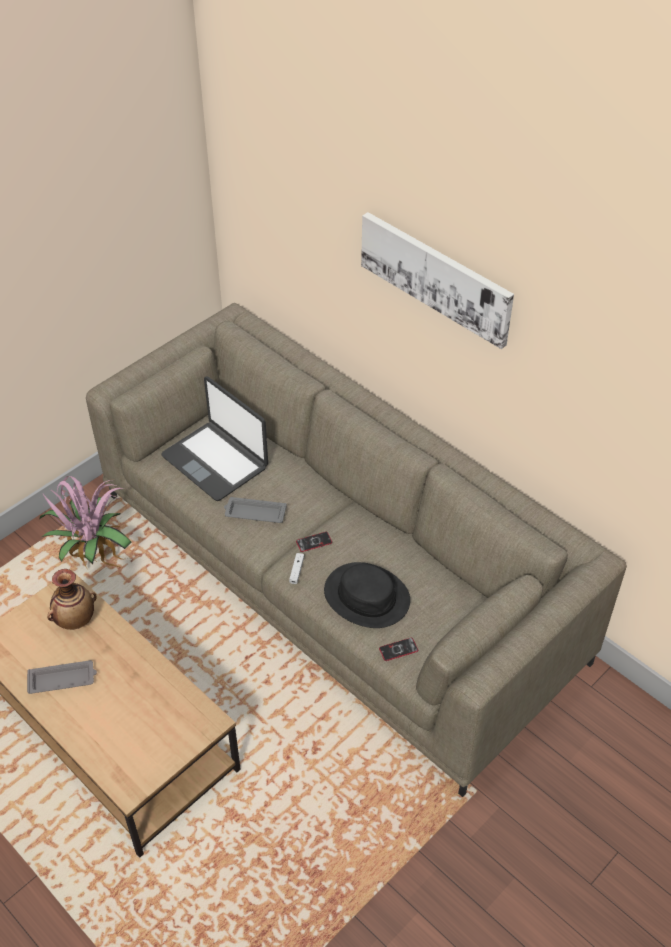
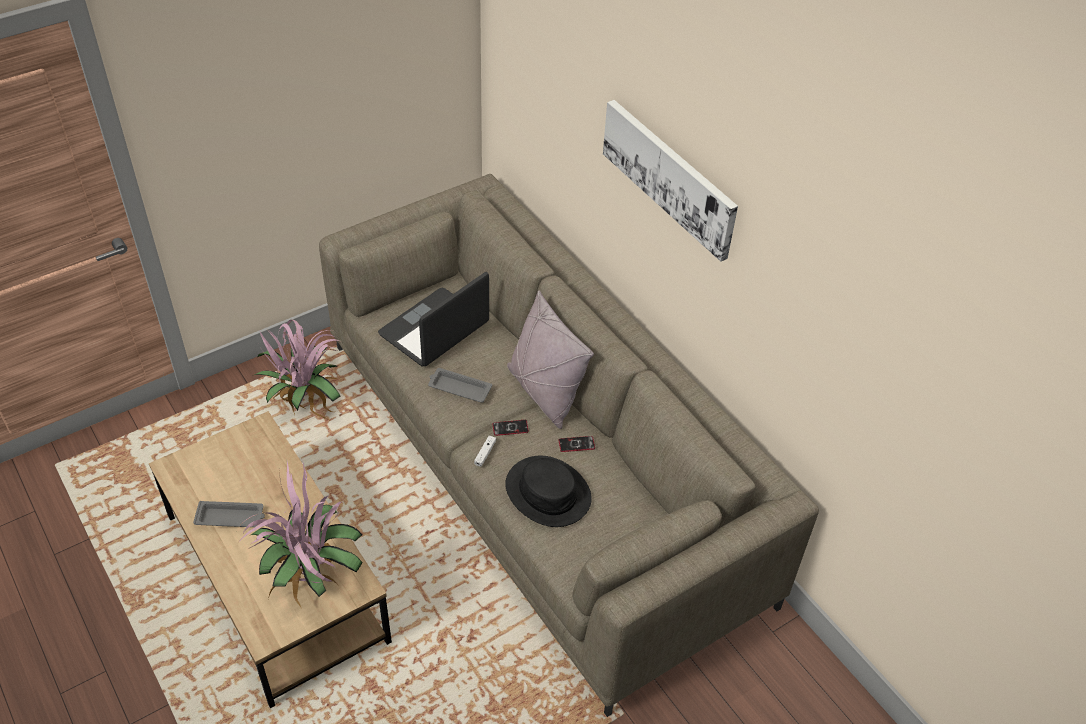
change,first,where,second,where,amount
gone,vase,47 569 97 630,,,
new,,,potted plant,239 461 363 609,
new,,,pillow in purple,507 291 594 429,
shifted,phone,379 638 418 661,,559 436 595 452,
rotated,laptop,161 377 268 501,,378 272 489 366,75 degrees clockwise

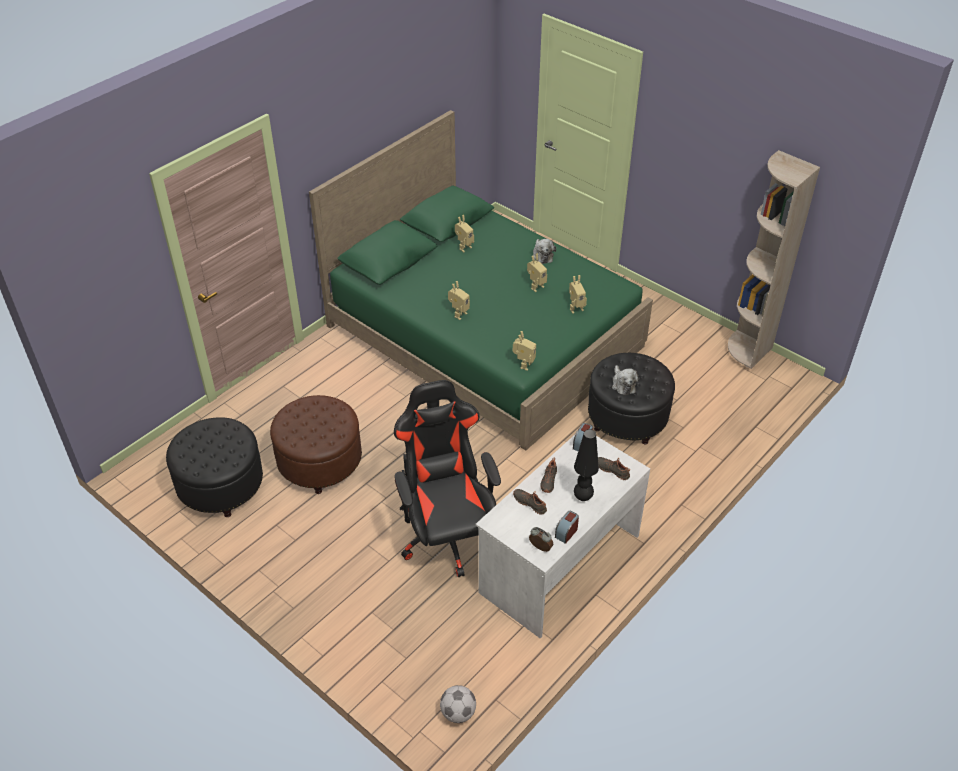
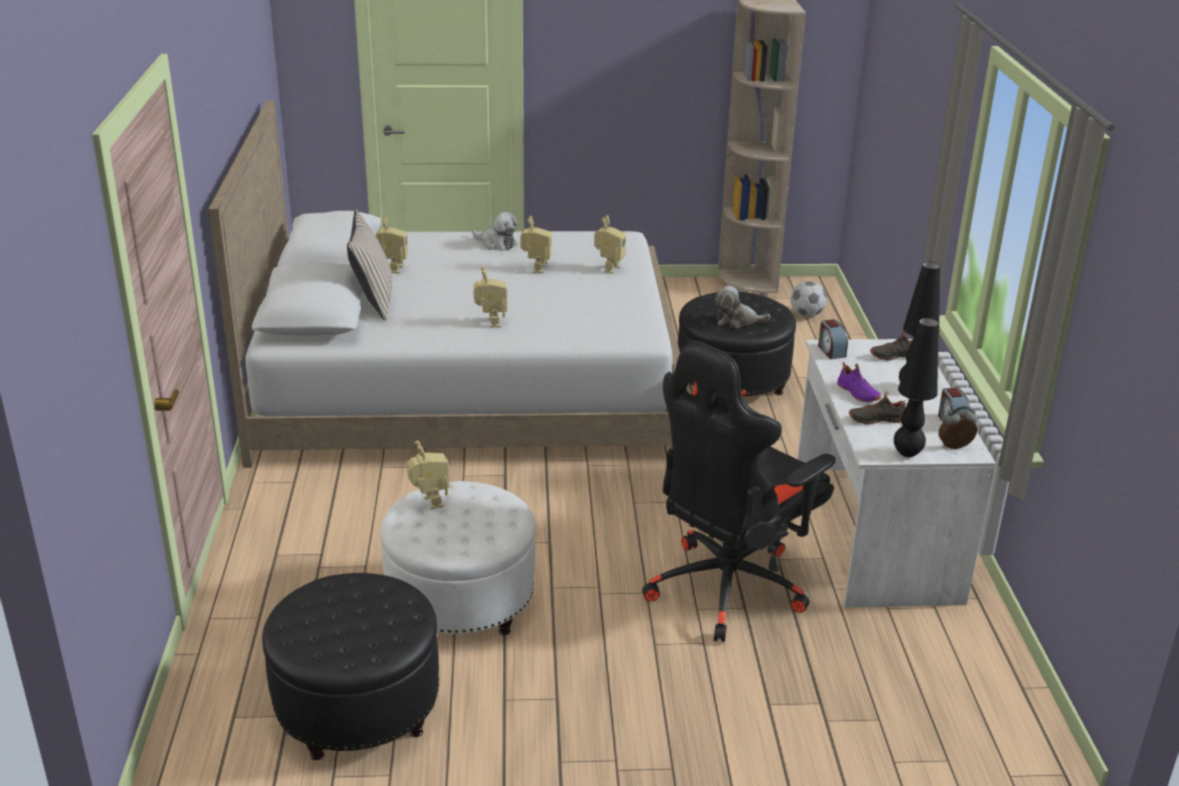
change,first,where,second,where,amount
new,,,pillow in beige,347 210 392 321,
new,,,table lamp in black,894 318 939 457,
shifted,football,440 685 476 723,,790 281 827 317,
shifted,toy robot,513 331 536 371,,407 440 450 510,
repainted,ottoman in brown,270 395 362 494,ottoman in white,380 481 535 635,
repainted,bed in green,309 110 653 450,bed in white,208 101 680 468,
repainted,shoe in black,541 457 557 493,shoe in purple,837 363 881 402,
rotated,office chair in black,394 380 501 577,,642 341 836 642,75 degrees counterclockwise
rotated,plush toy,612 365 639 395,,715 286 771 328,150 degrees clockwise

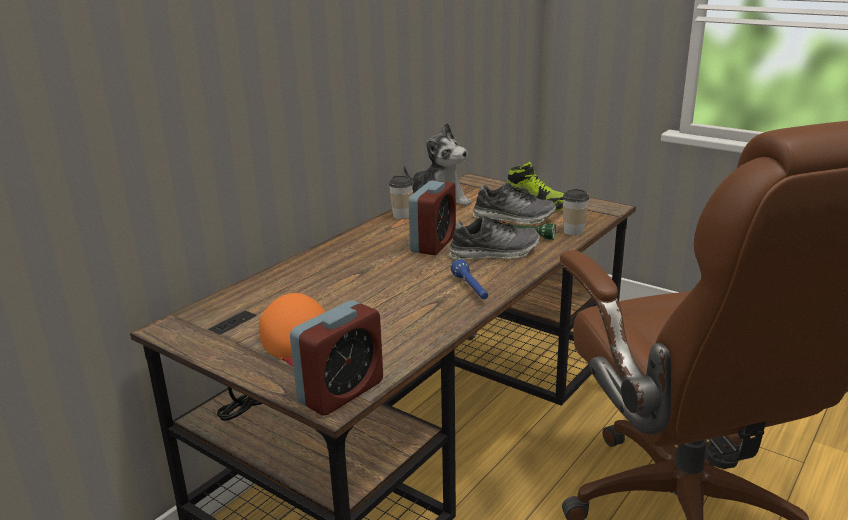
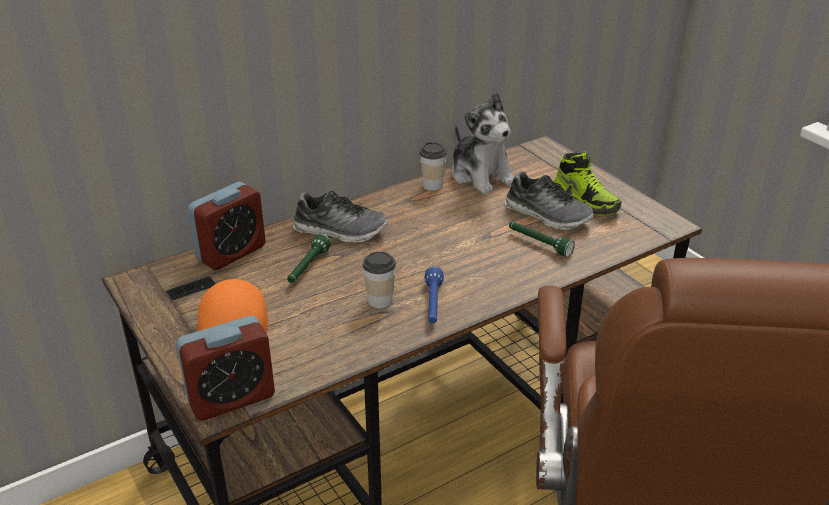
change,first,where,second,where,amount
new,,,flashlight in green,287 234 331 283,
shifted,alarm clock,409 180 456 255,,188 182 266 270,
shifted,shoe,449 216 540 260,,293 191 388 243,
shifted,cup,562 189 589 235,,363 251 396 308,

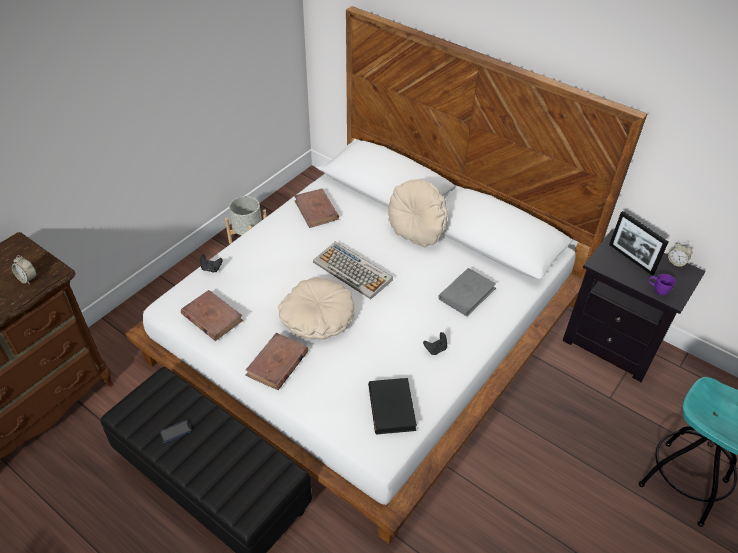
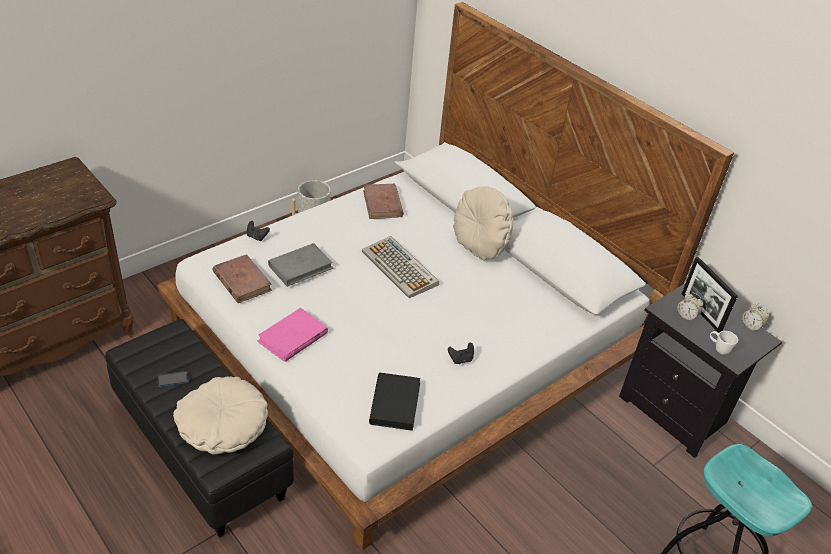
change,first,where,second,where,amount
shifted,alarm clock,12 255 37 284,,678 293 703 322,
shifted,pillow in beige,278 277 354 340,,173 377 268 455,
shifted,book in grey,438 268 496 316,,268 243 333 287,
repainted,book in brown,245 333 308 390,book in pink,257 308 328 362,
repainted,mug in purple,648 274 675 295,mug in white,710 331 738 355,

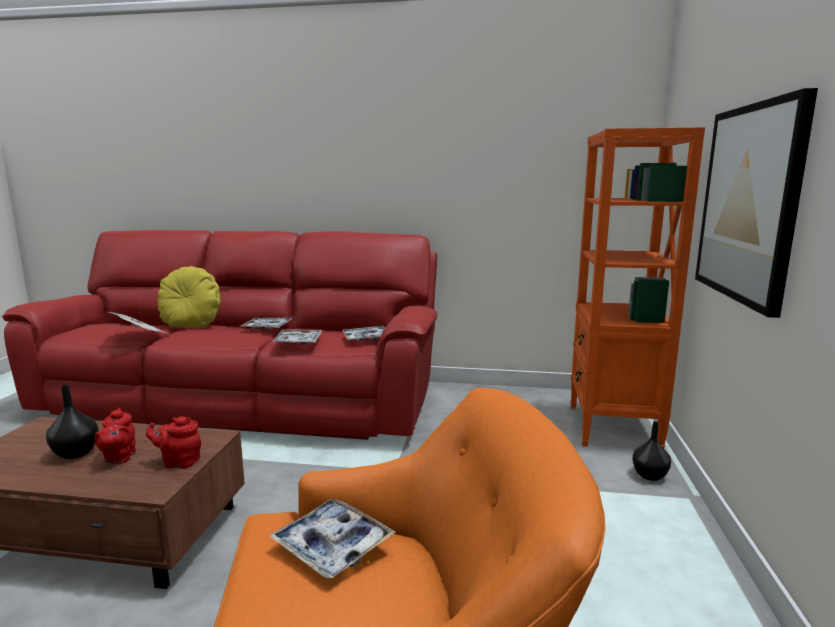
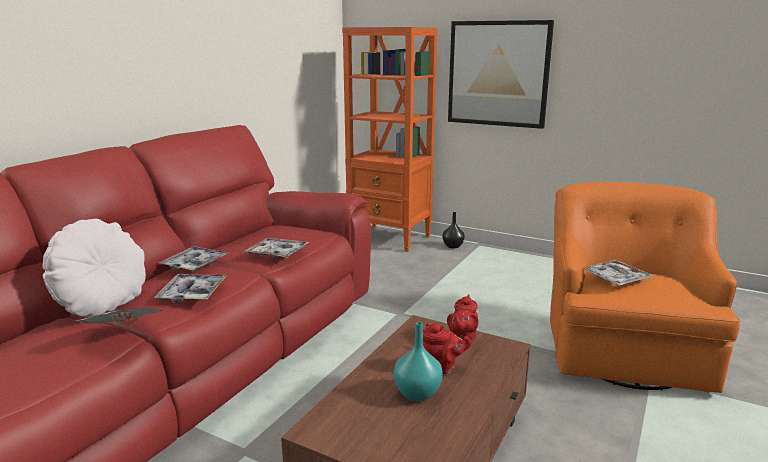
change,first,where,second,where,amount
shifted,tray,343 326 385 341,,154 274 227 302,
repainted,vase in black,46 385 99 459,vase in turquoise,394 322 443 401,
repainted,pillow in yellow,158 266 221 328,pillow in white,43 219 146 317,

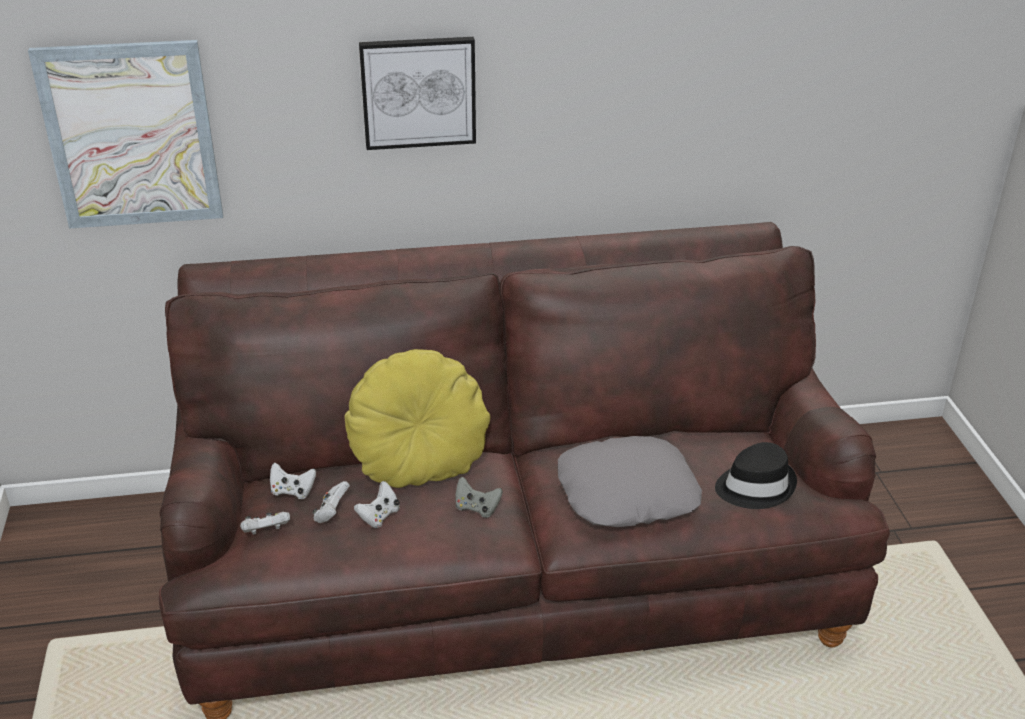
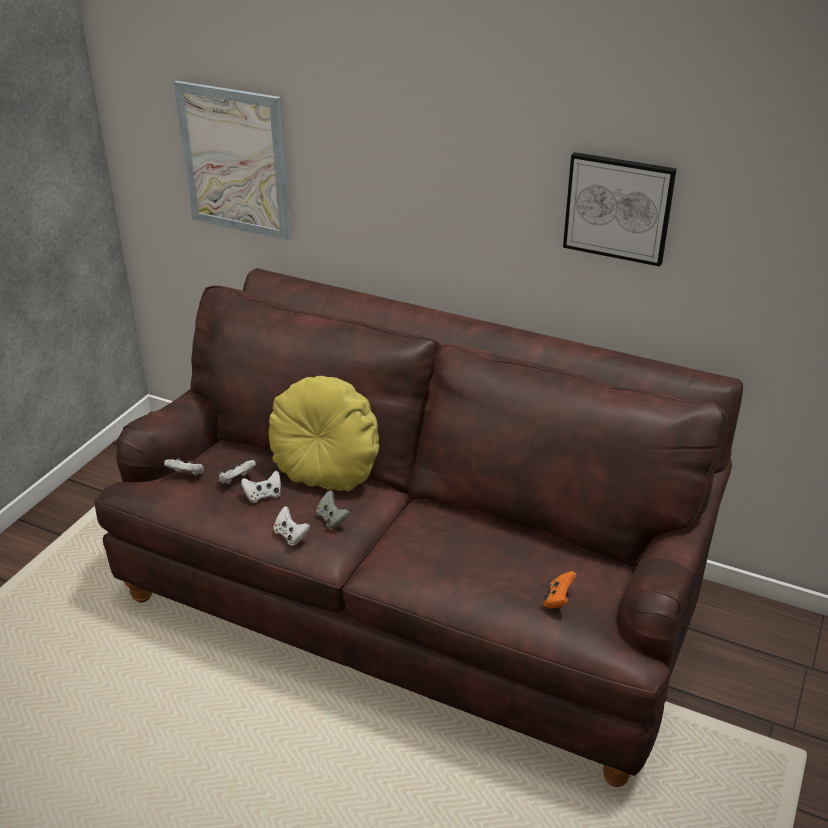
change,first,where,second,where,amount
gone,pillow in grey,558 436 702 527,,,
shifted,game controller in white,270 463 316 499,,273 506 310 546,
shifted,picture,359 37 476 150,,563 152 676 267,
swapped,hat in black,715 442 797 509,game controller in orange,544 571 577 609,

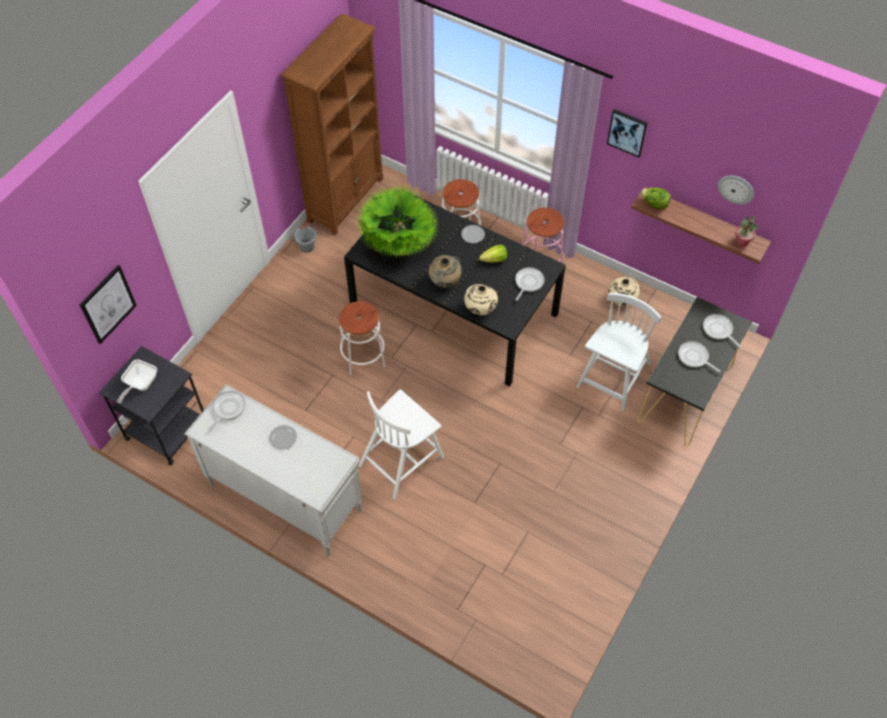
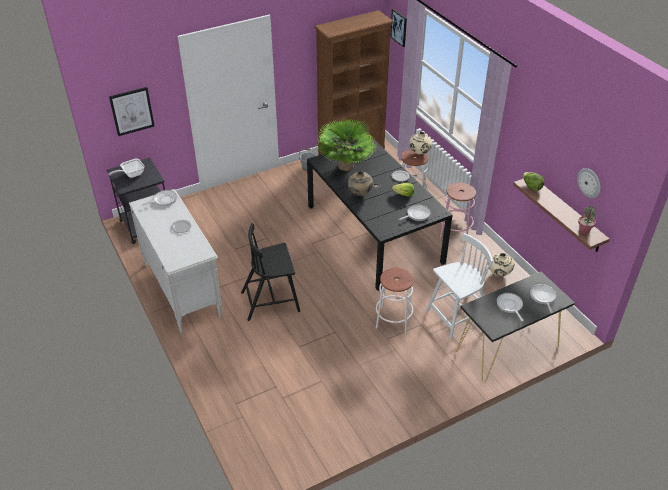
change,first,where,second,where,amount
shifted,stool in white,339 301 386 376,,376 268 414 334,
shifted,vase in beige,464 284 498 315,,409 131 432 155,
shifted,picture,607 109 648 158,,390 9 407 47,
repainted,chair in white,359 390 444 499,chair in black,241 223 300 321,

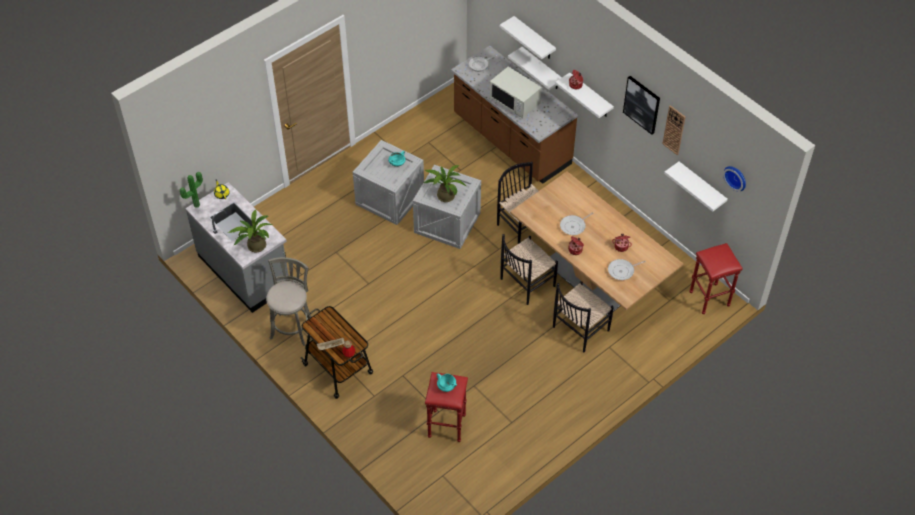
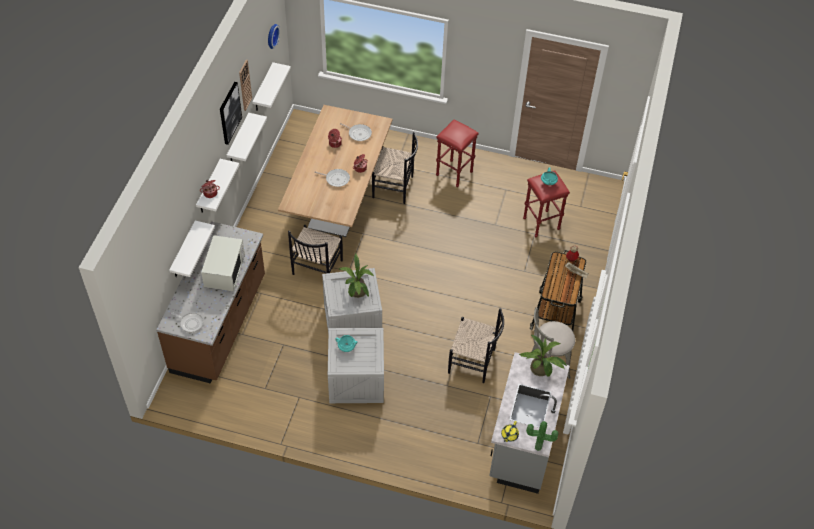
change,first,where,second,where,amount
shifted,shelf in white,500 16 556 59,,227 113 267 161,
shifted,chair in black,501 234 558 305,,448 308 504 383,
shifted,stool in red,690 243 742 314,,436 120 479 187,

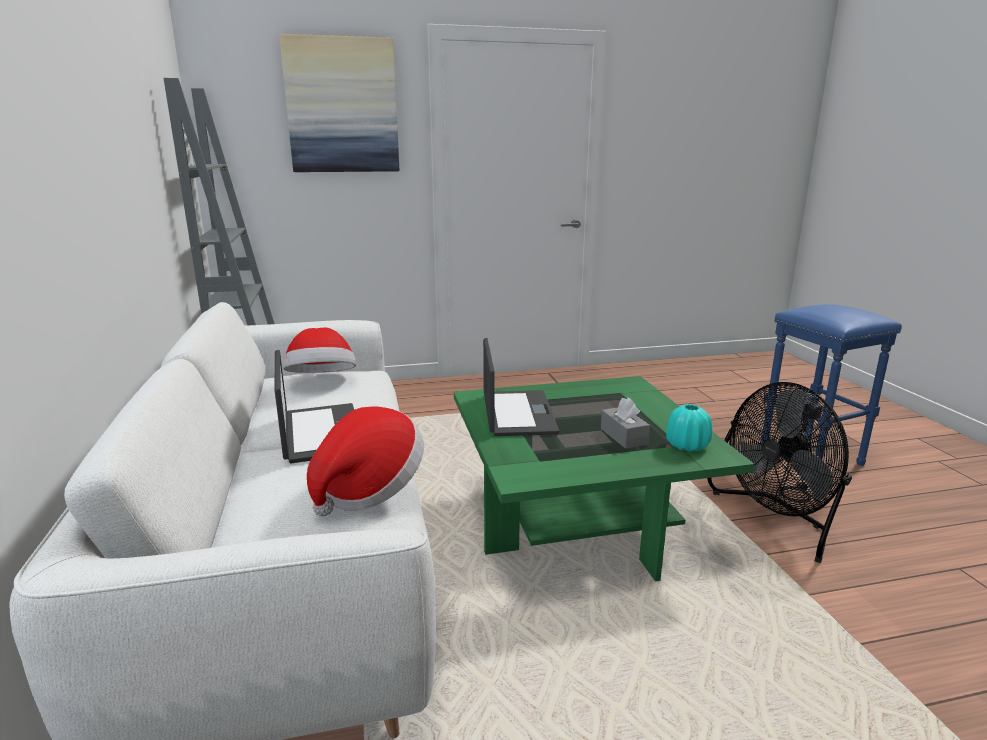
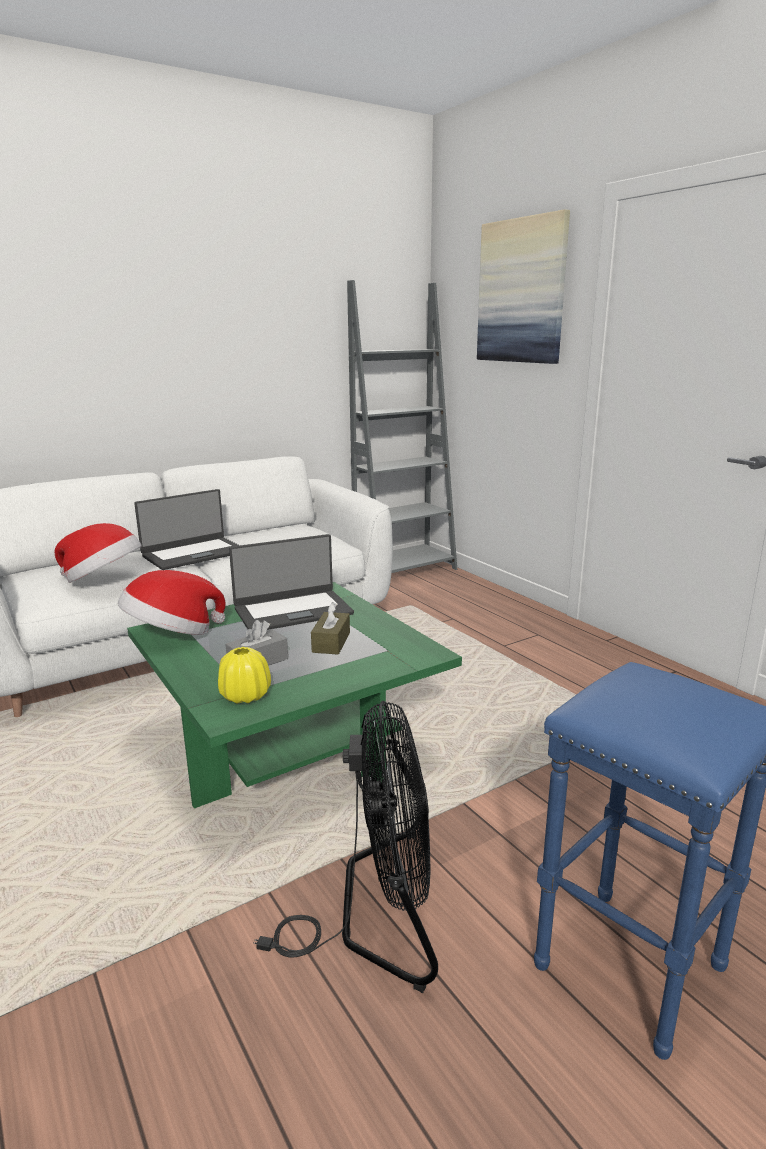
change,first,where,second,where,amount
new,,,tissue box in brown,311 602 350 655,
shifted,hat,283 327 356 373,,118 570 226 635,
repainted,vase in turquoise,666 404 712 452,vase in yellow,218 647 271 704,
rotated,fan in black,707 382 852 563,,253 701 438 993,135 degrees clockwise

